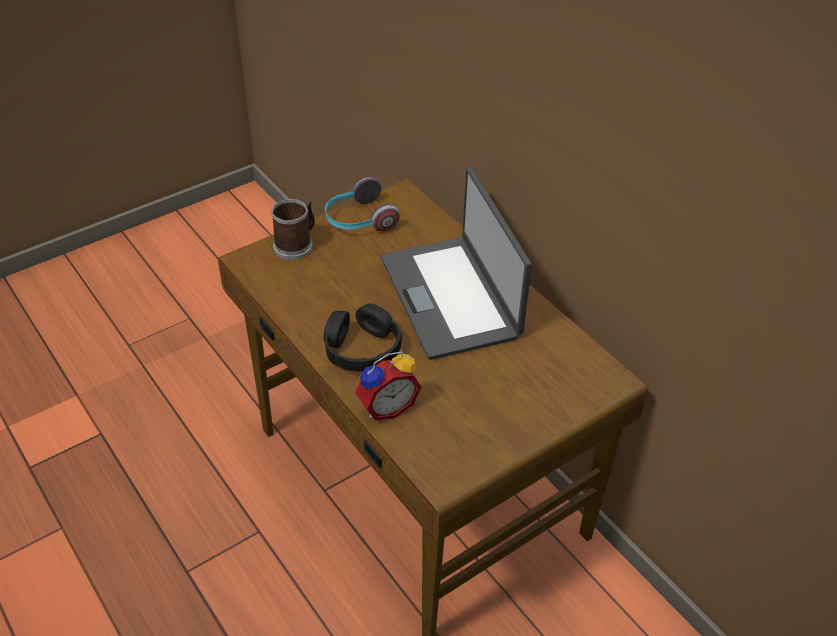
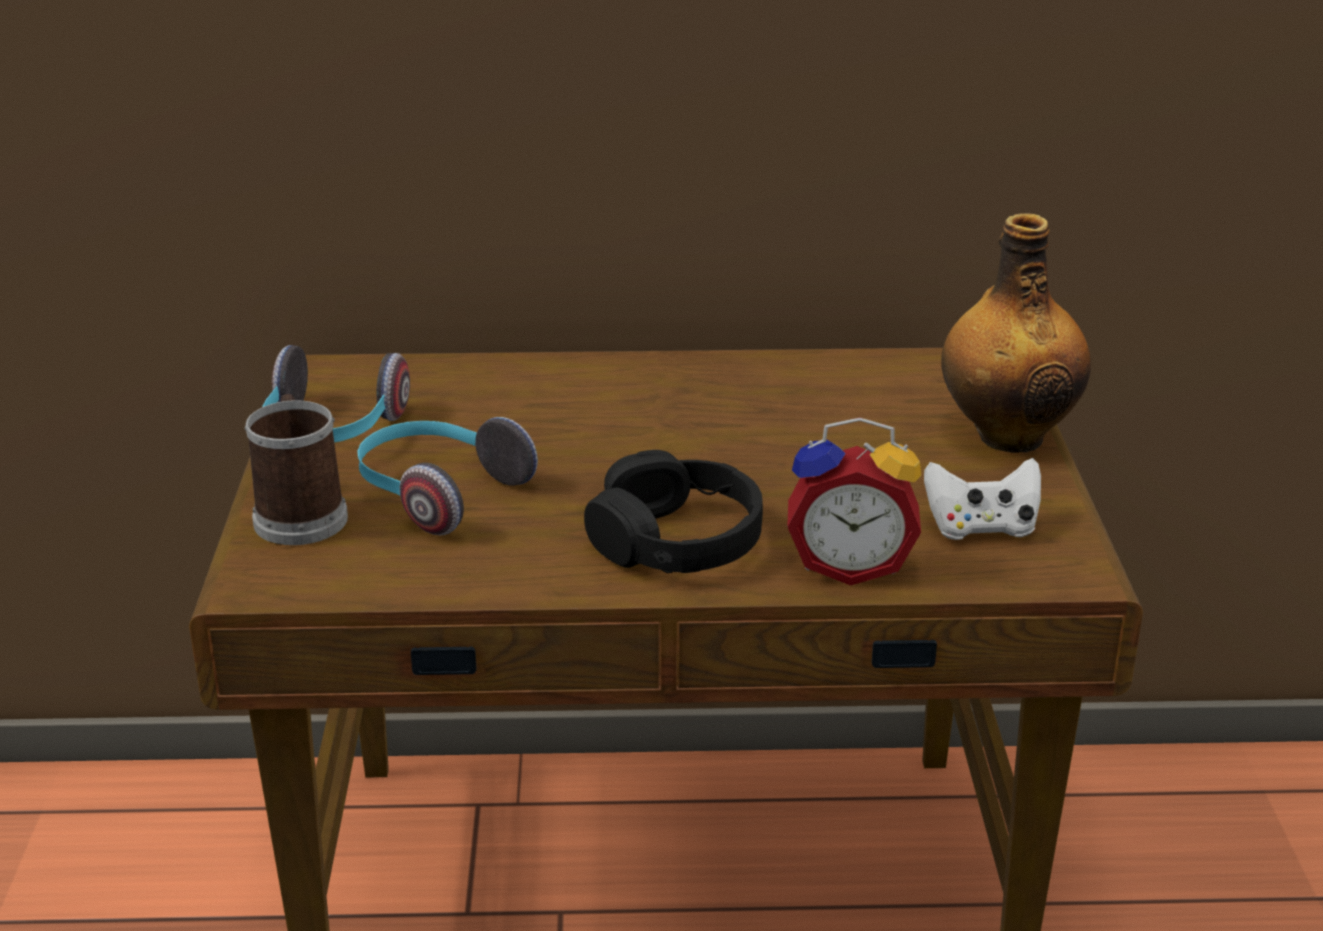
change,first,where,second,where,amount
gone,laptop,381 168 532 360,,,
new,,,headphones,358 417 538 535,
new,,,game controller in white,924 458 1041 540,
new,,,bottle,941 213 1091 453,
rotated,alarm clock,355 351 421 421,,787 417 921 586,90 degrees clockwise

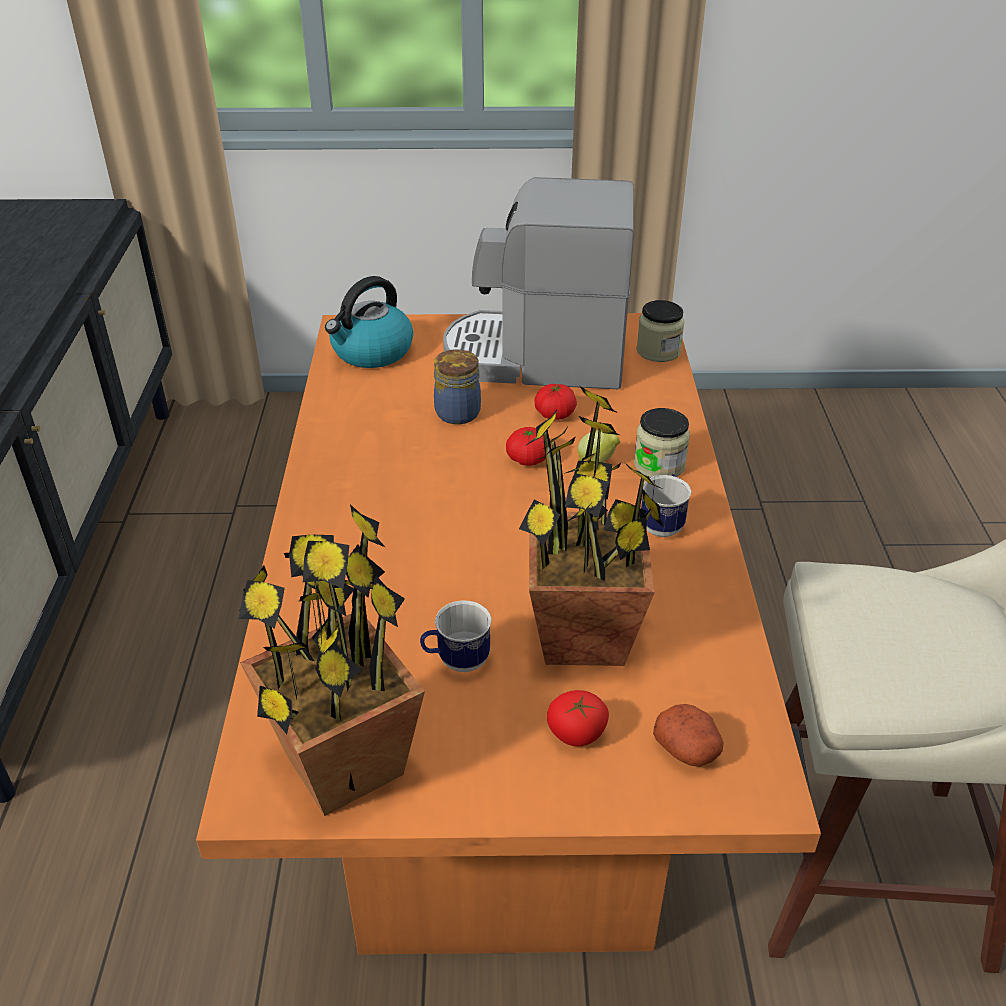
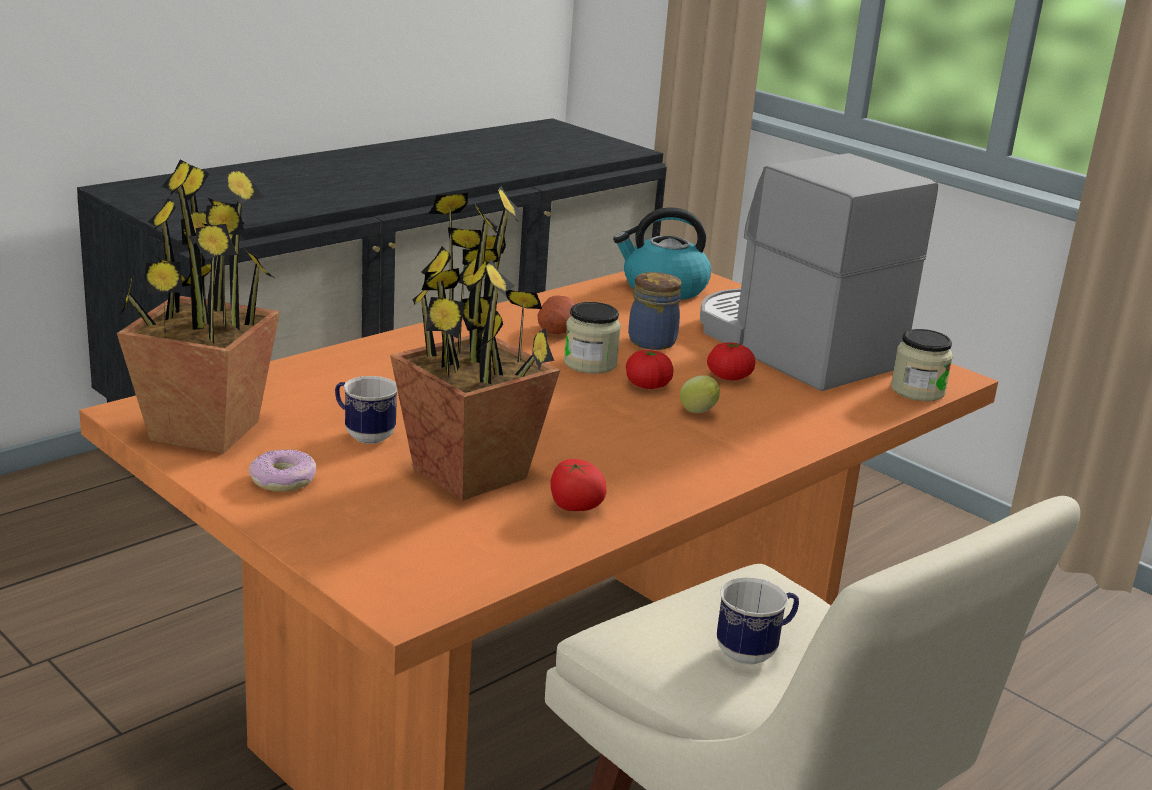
change,first,where,second,where,amount
new,,,donut,249 449 316 492,
shifted,tomato,547 690 609 746,,551 459 607 511,
shifted,jar,634 408 690 478,,564 302 621 374,
shifted,mug,641 474 692 537,,717 577 799 665,
shifted,potato,653 704 724 767,,537 295 576 334,

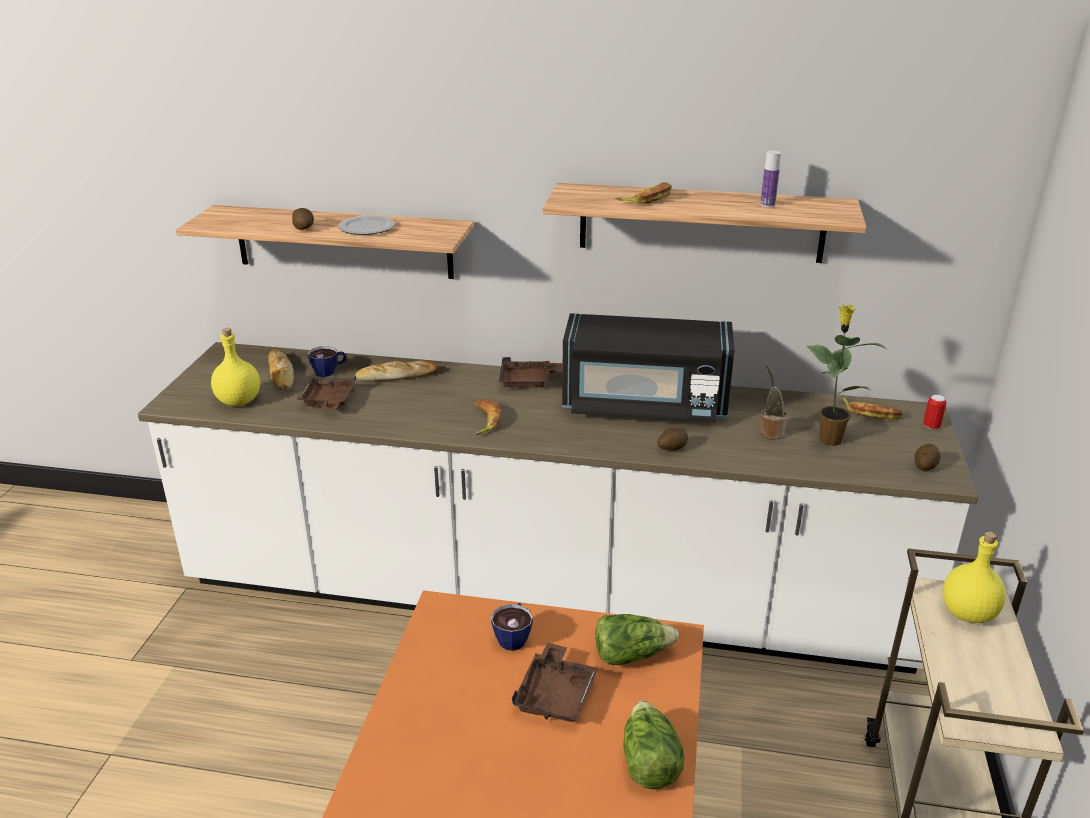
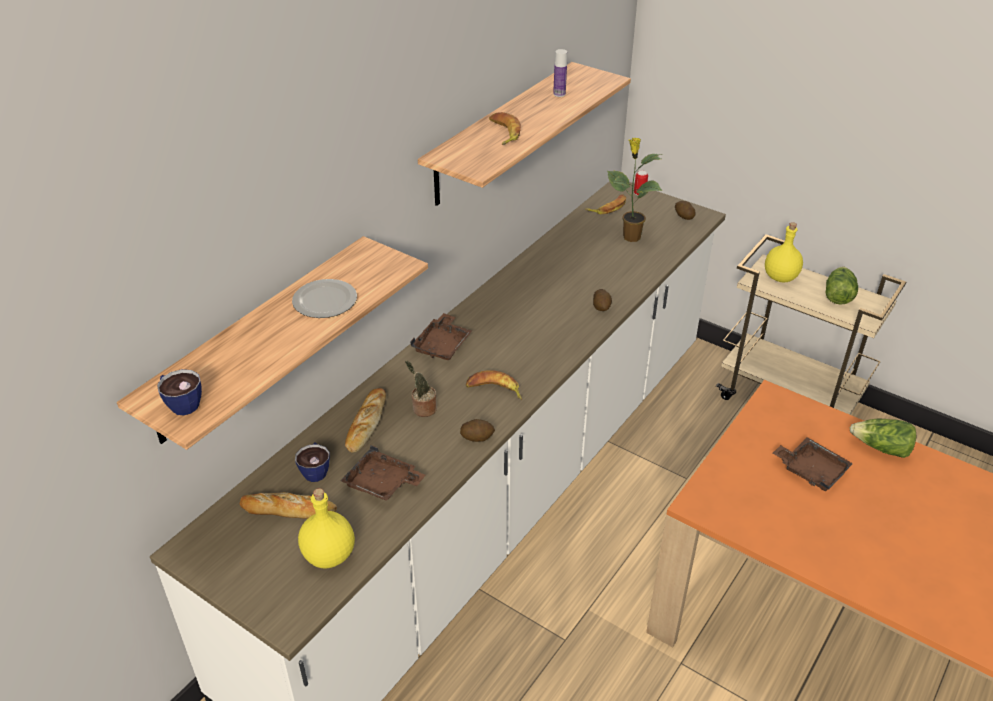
change,first,where,second,where,amount
gone,microwave in black,562 313 734 423,,,
shifted,potato,292 208 314 230,,460 419 495 442,
shifted,cup,491 603 533 651,,157 369 202 415,
shifted,lettuce,595 614 679 665,,825 266 858 305,
shifted,potted plant,759 366 787 440,,405 360 437 417,

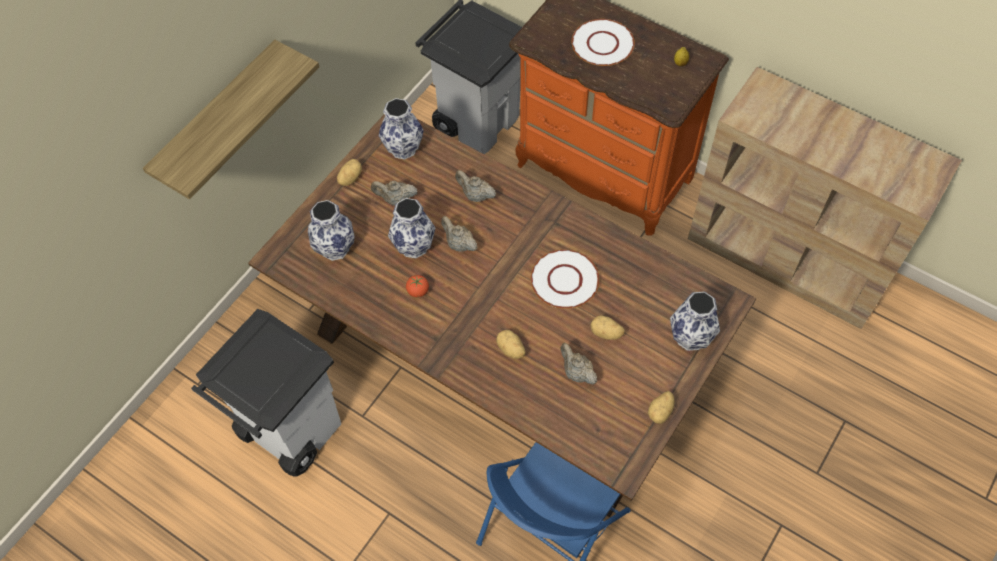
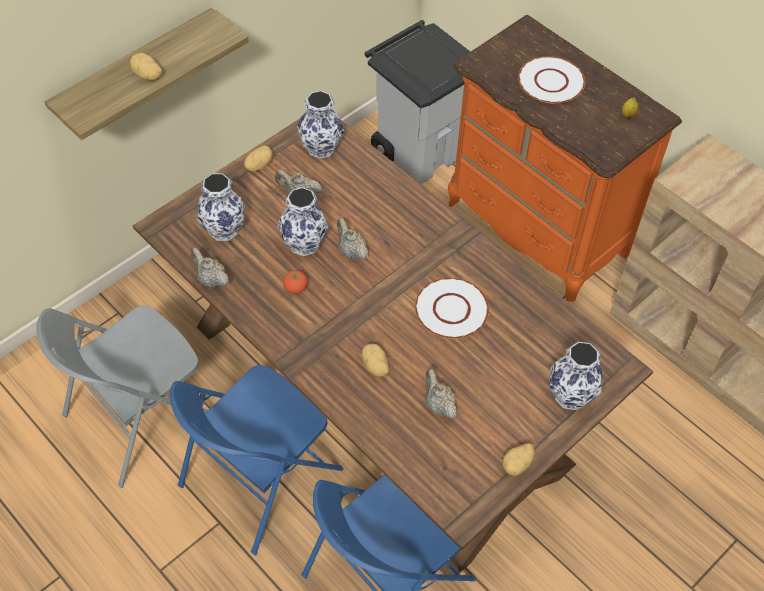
change,first,where,second,where,amount
new,,,chair in blue,170 365 343 556,
shifted,teapot in beige,455 170 496 202,,191 248 229 287,
shifted,potato,590 315 625 340,,130 52 162 80,
swapped,trash can in white,191 309 341 477,chair in grey,36 306 208 488,

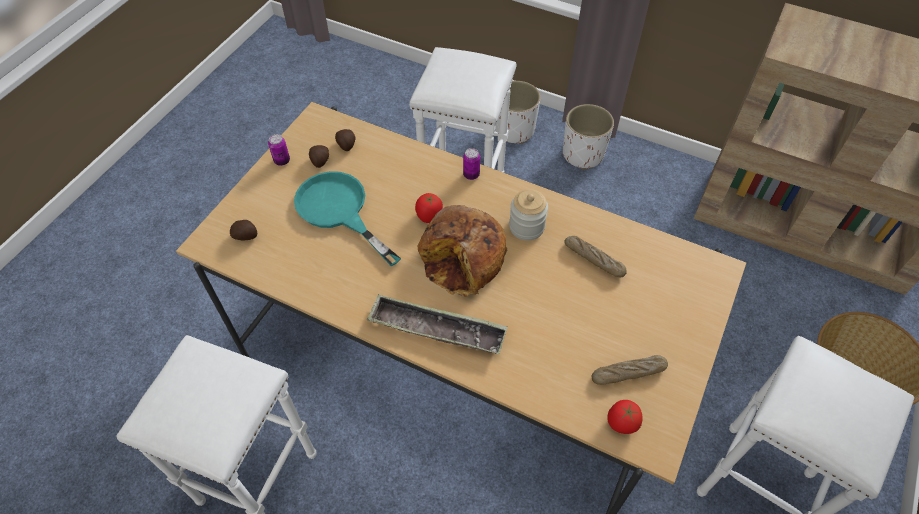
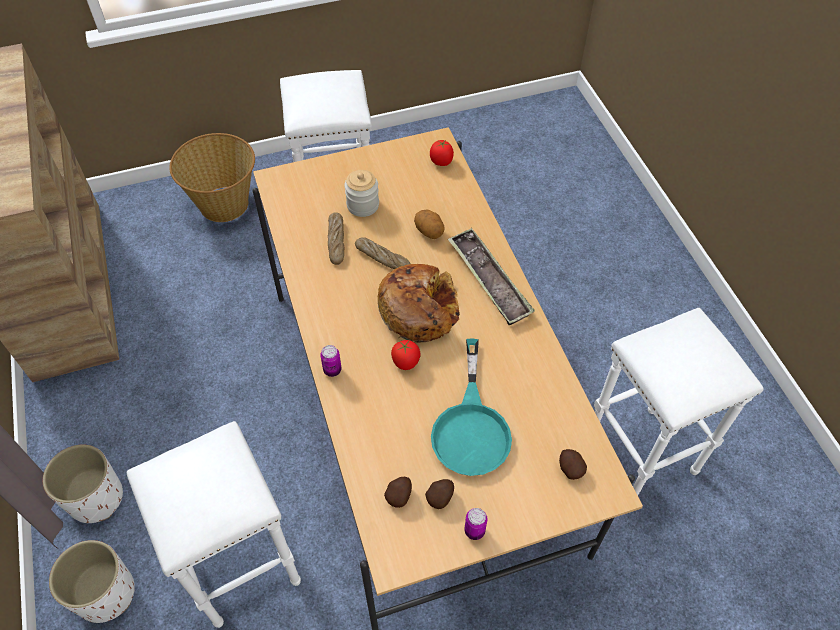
change,first,where,second,where,amount
new,,,potato,414 209 445 239,
shifted,jar,509 189 548 241,,344 170 379 217,
shifted,bread,592 355 668 385,,355 237 411 269,

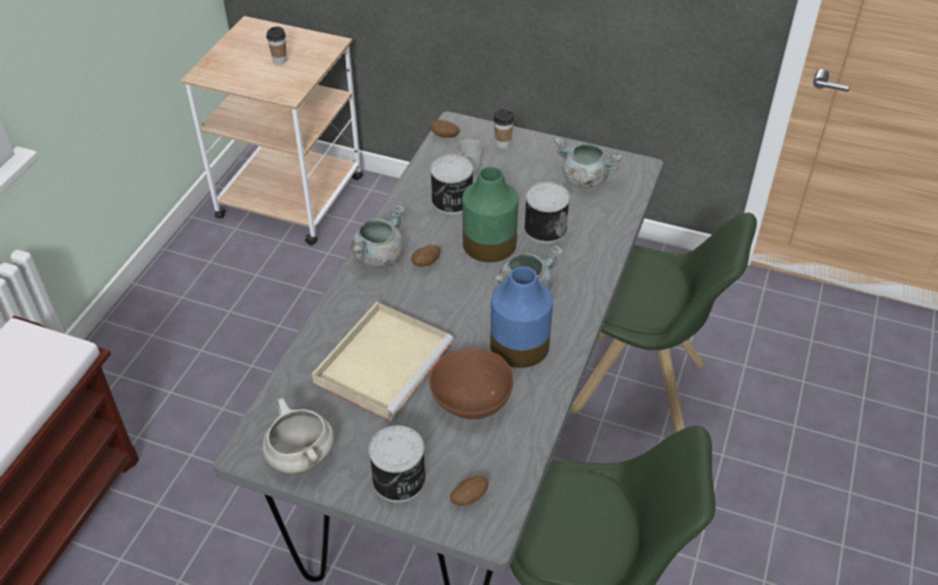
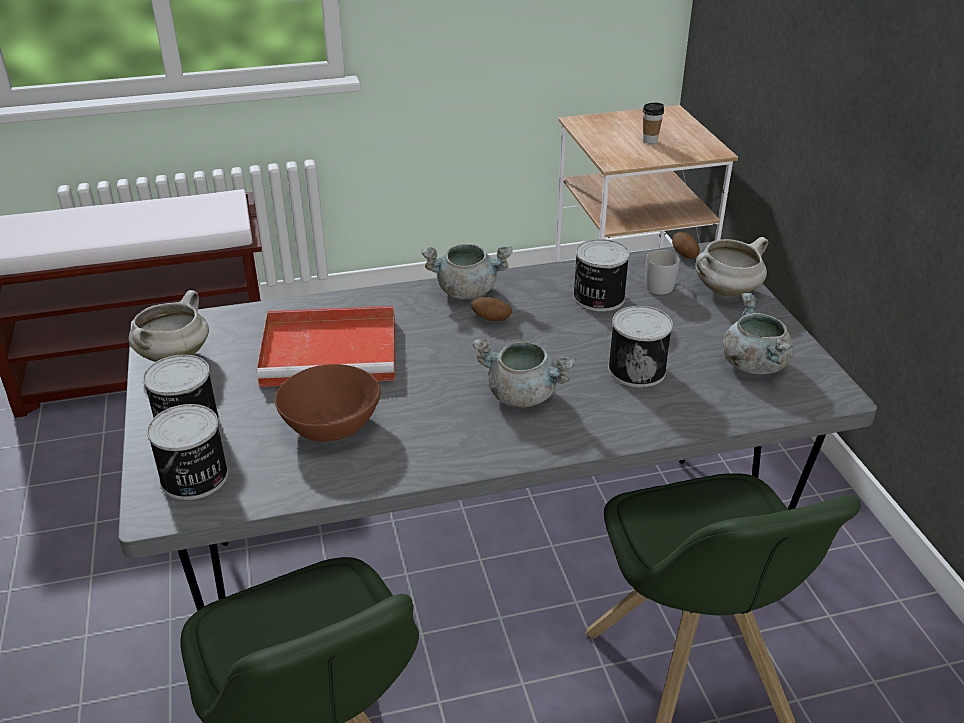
change,first,where,second,where,amount
gone,vase in green,462 167 518 262,,,
gone,vase in blue,490 266 553 368,,,
swapped,potato,450 476 489 506,can,147 404 228 500,
swapped,cup,493 109 514 149,cooking pot in white,695 237 768 296,
repainted,tray in beige,312 302 454 421,tray in red,257 306 395 387,

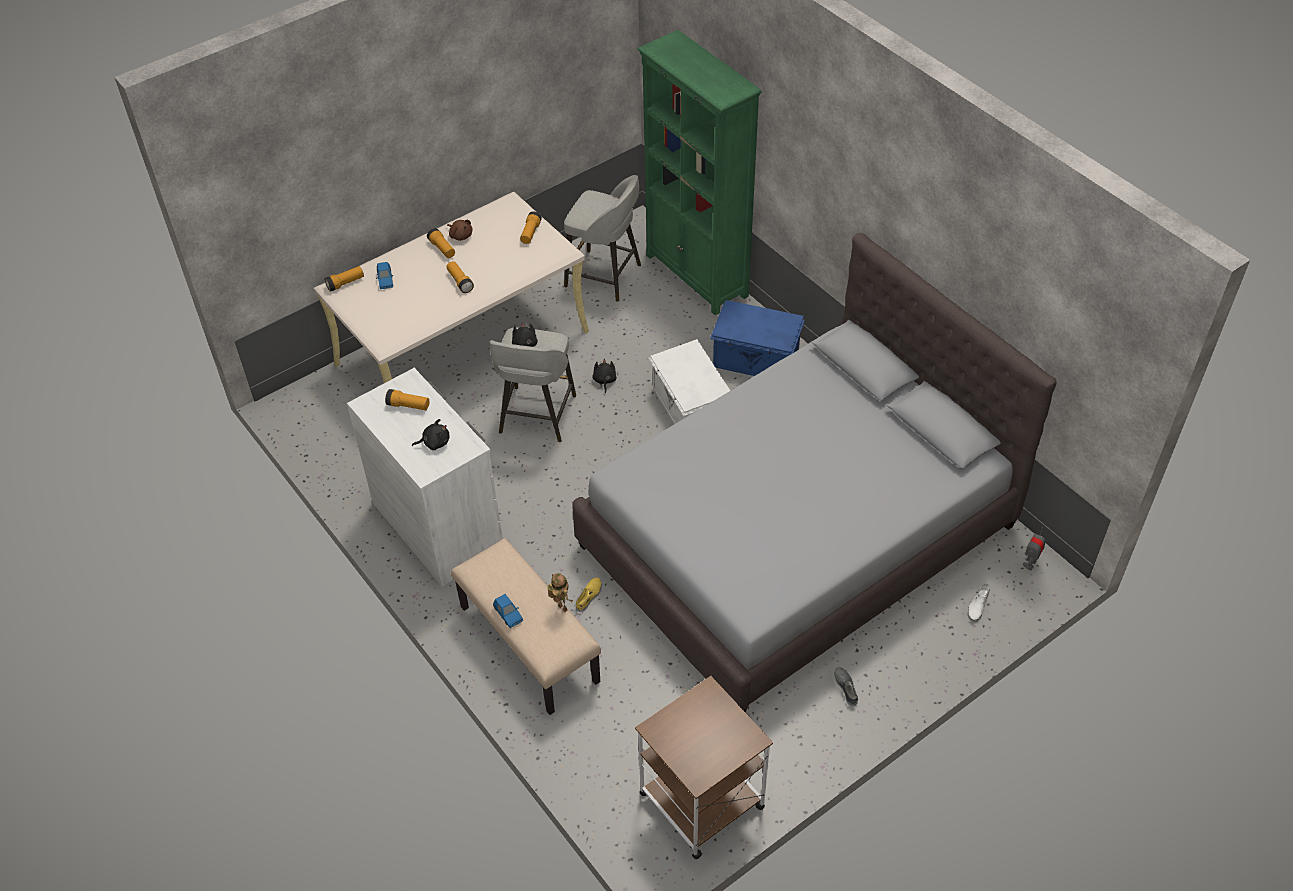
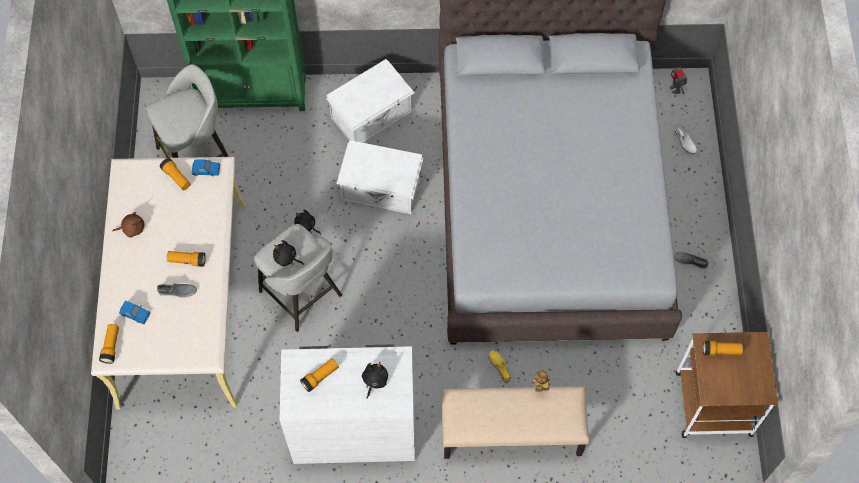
change,first,where,second,where,amount
new,,,shoe in grey,157 283 197 298,
shifted,flashlight,427 228 455 258,,703 341 743 356,
shifted,toy car in blue,493 594 523 628,,192 159 220 176,
repainted,storage box in blue,710 300 805 376,storage box in white,326 59 414 143,

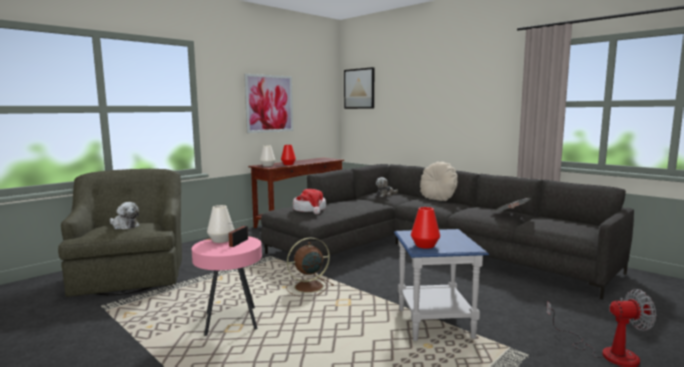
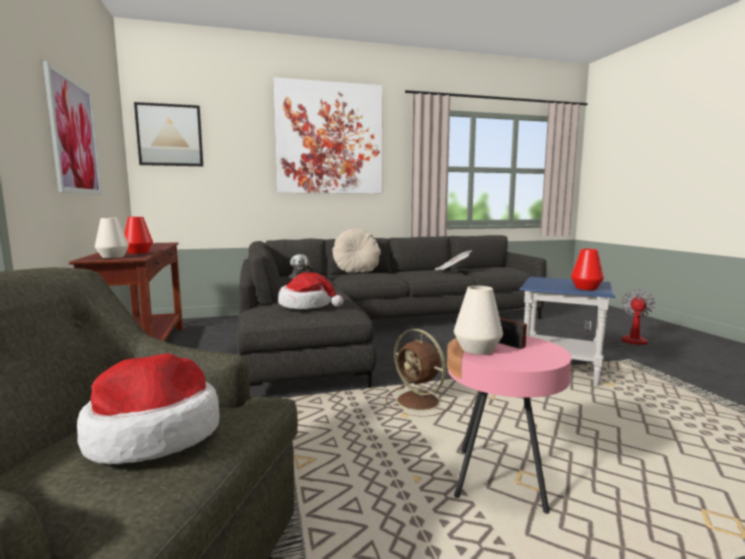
change,first,where,second,where,amount
new,,,picture,274 77 383 194,
swapped,plush toy,110 202 139 229,hat,77 353 220 464,
rotated,fan in brown,286 238 334 297,,386 329 454 417,45 degrees counterclockwise

